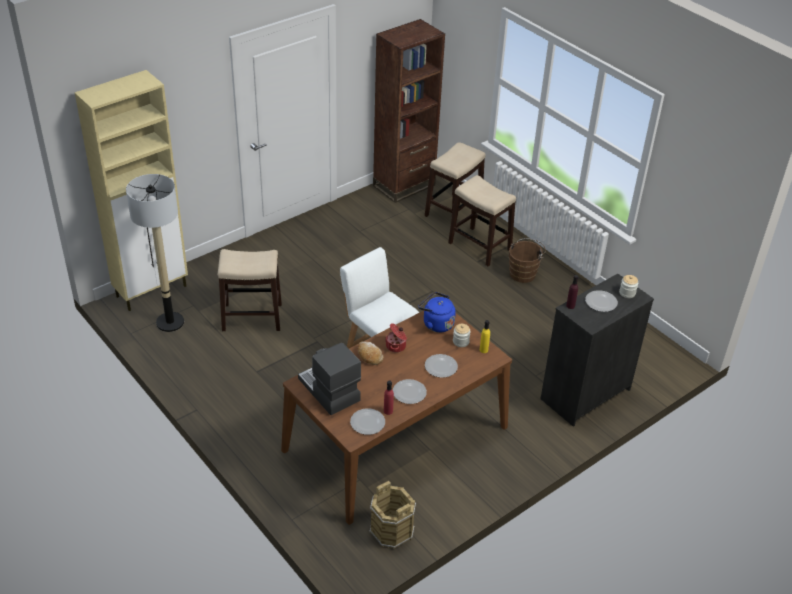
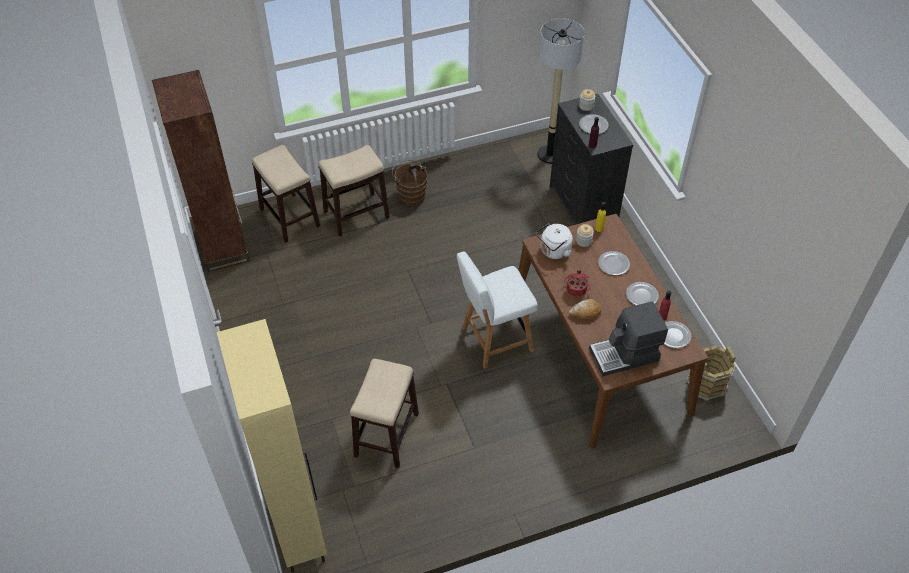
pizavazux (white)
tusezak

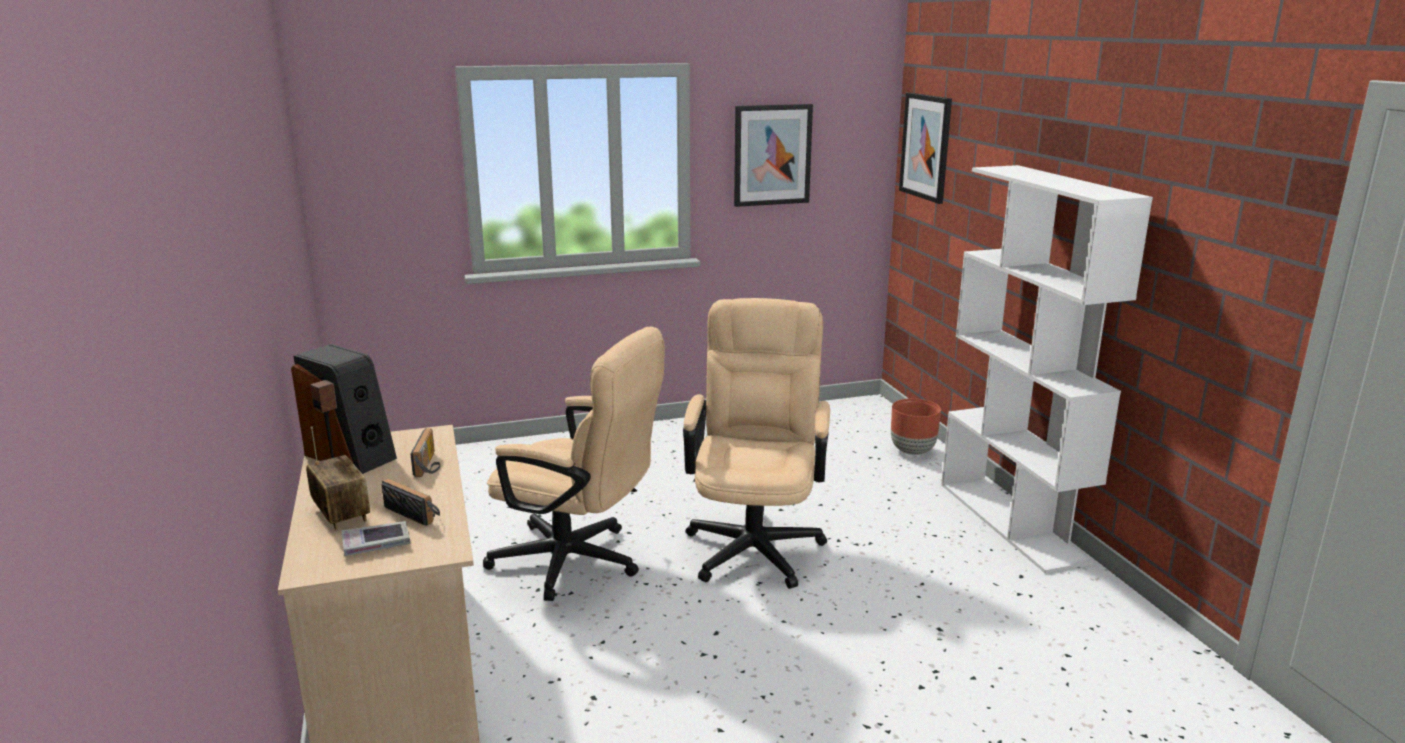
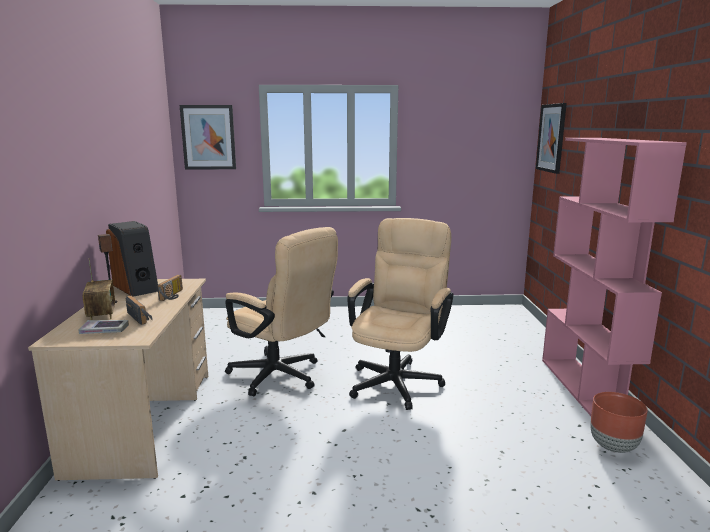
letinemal (no. 1 from left)
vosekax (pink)
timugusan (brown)

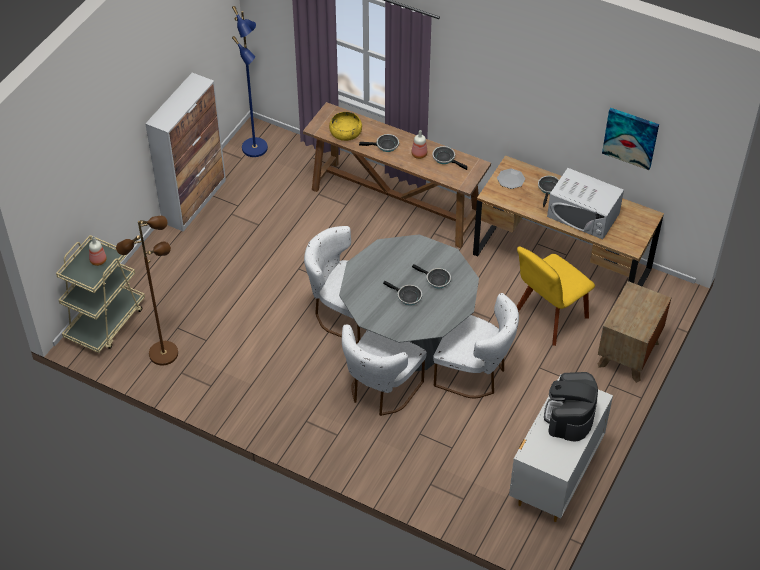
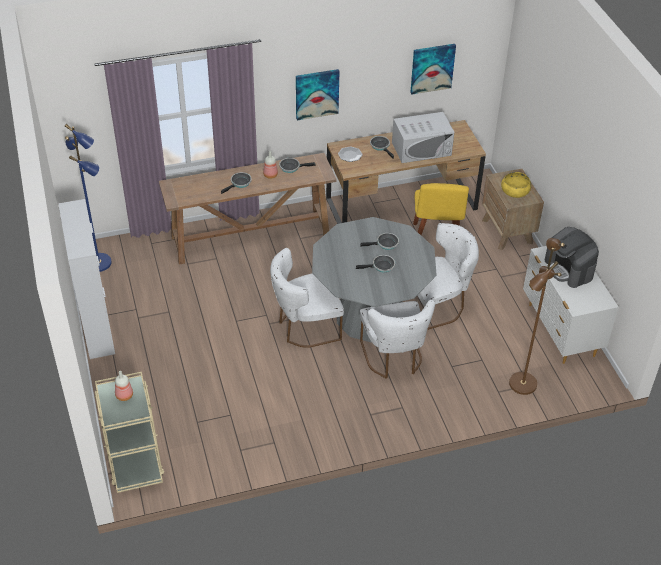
letinemal (no. 1 from left)
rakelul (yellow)
tusezak (brown)

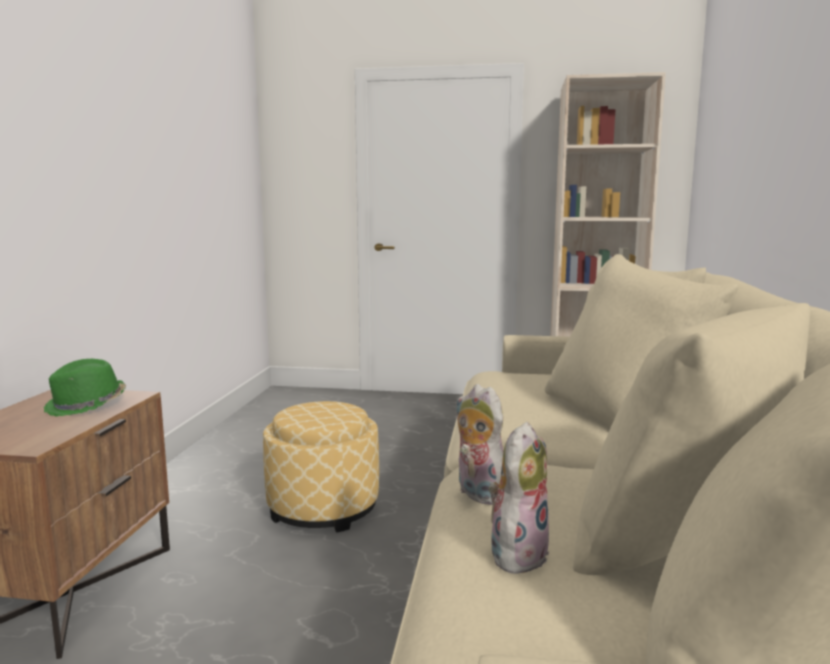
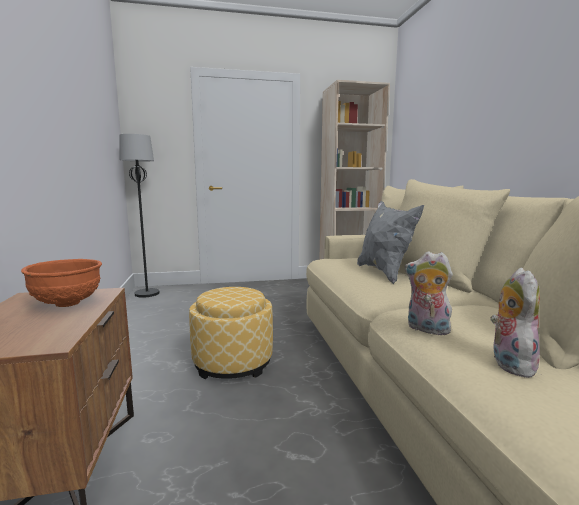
rakelul (orange)
tusezak (black)
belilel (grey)

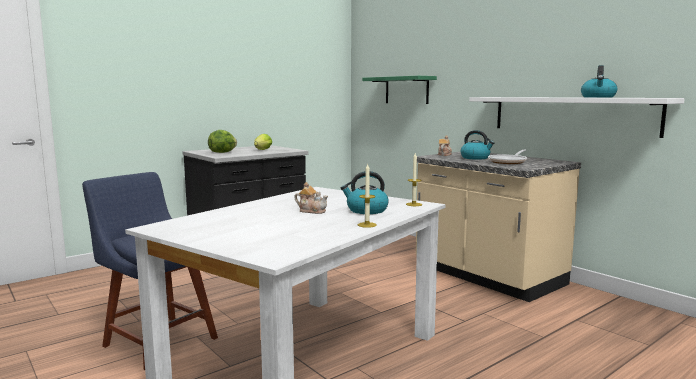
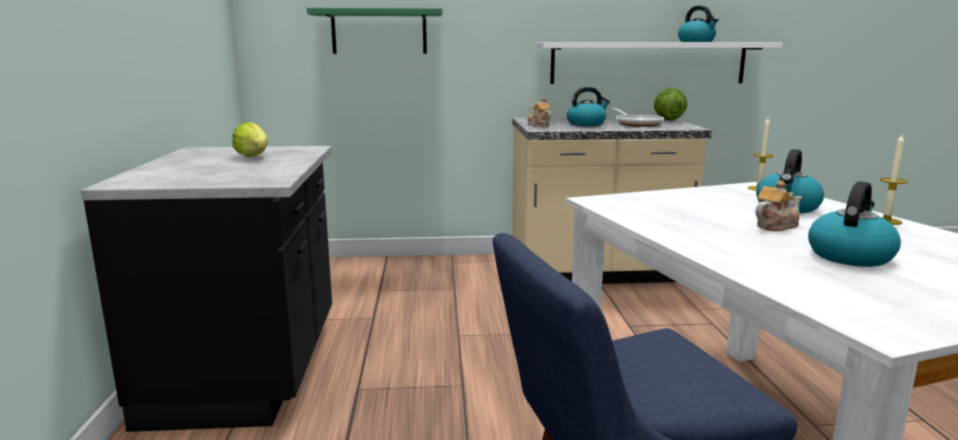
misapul (no. 2 from left)
pizavazux (no. 4 from left)

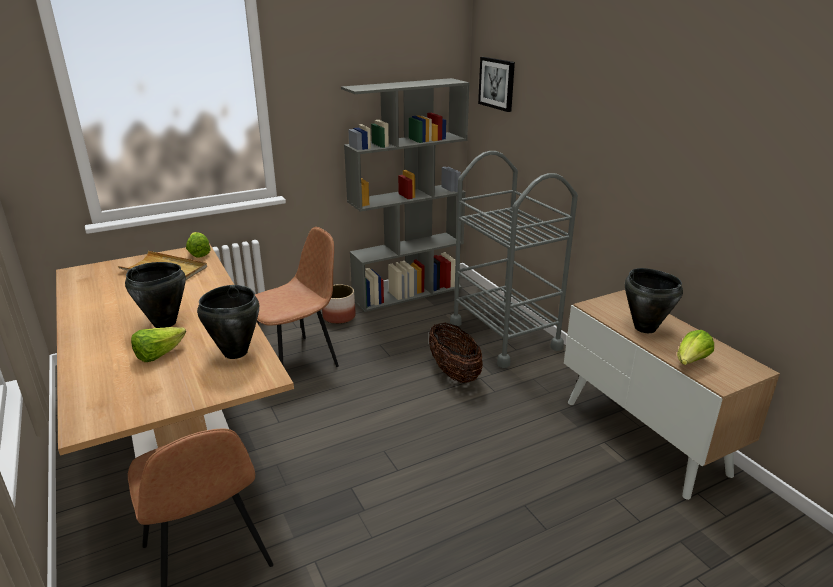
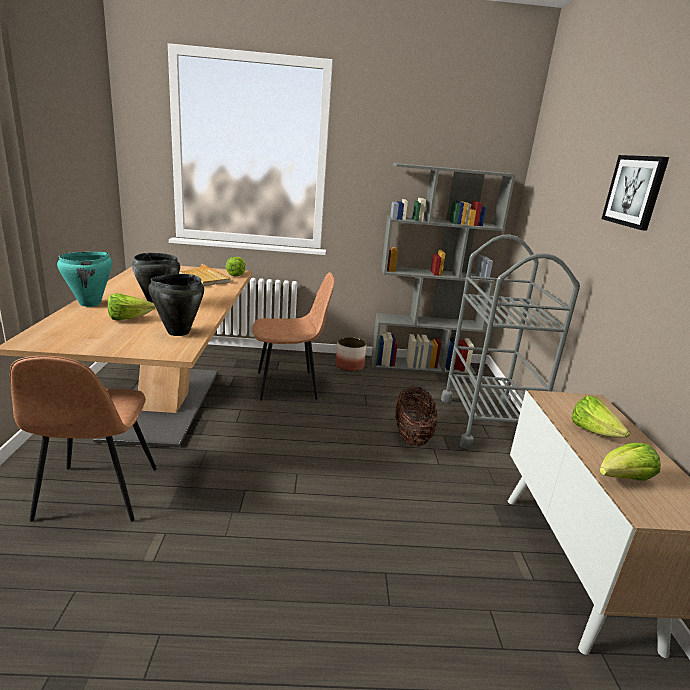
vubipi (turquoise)
misapul (no. 3 from left)
letinemal

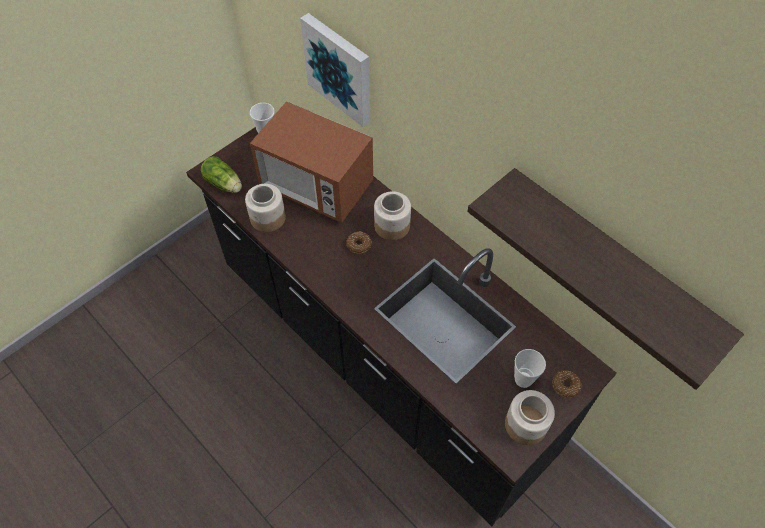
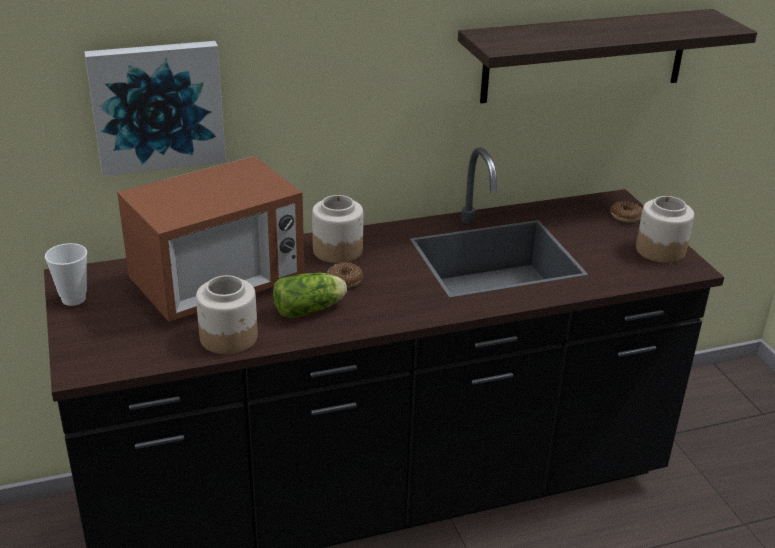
misapul
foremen (no. 2 from left in the first image)

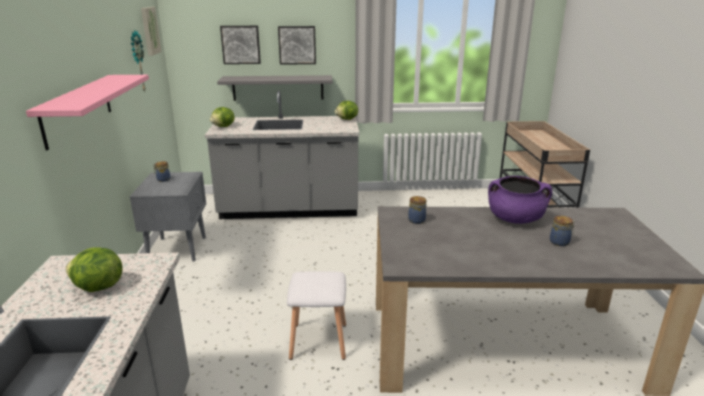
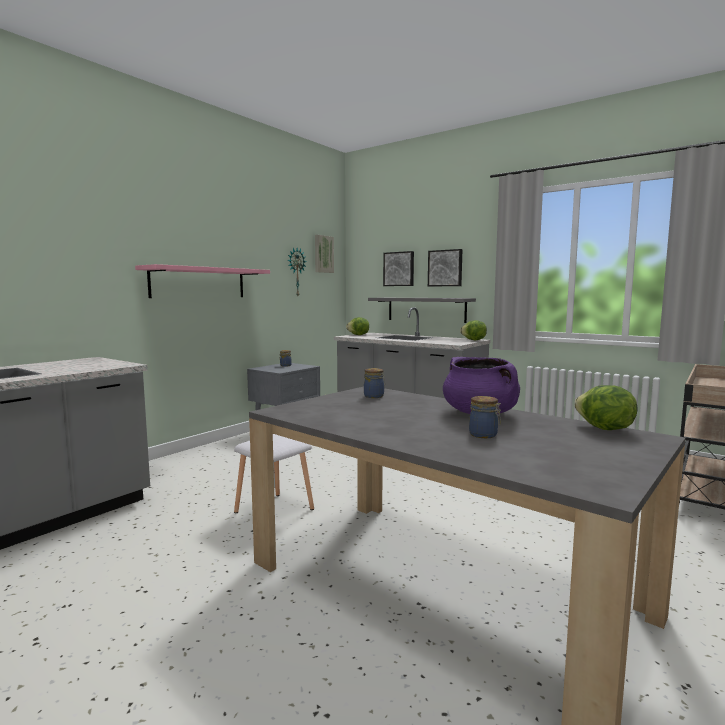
misapul (no. 3 from left)

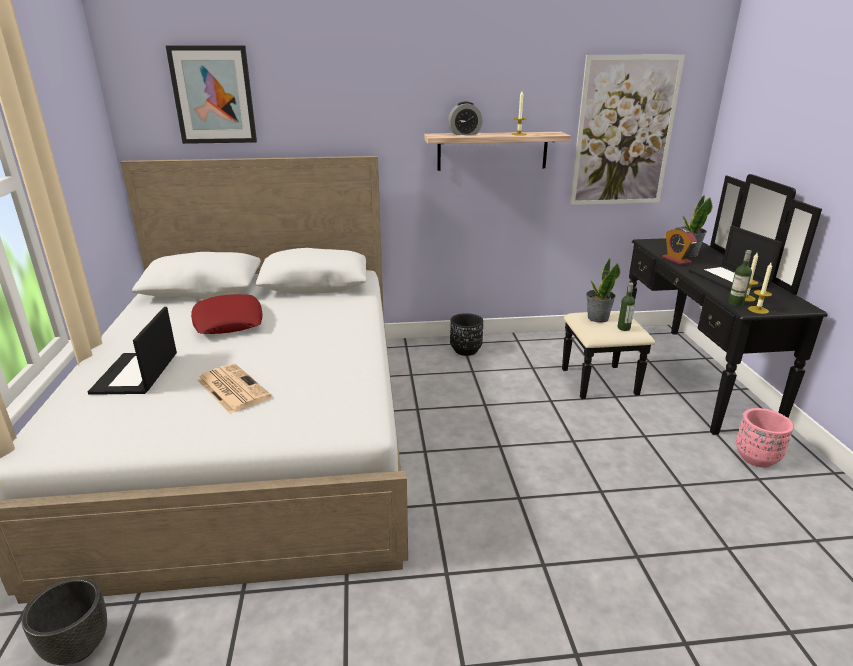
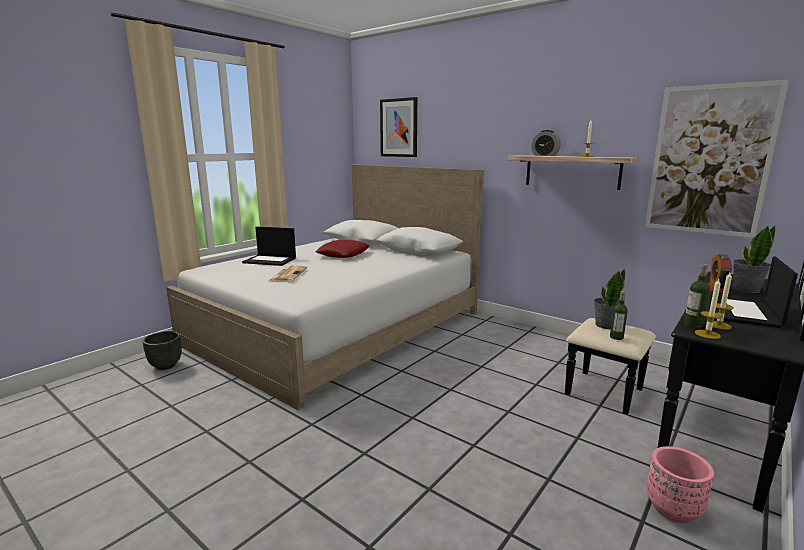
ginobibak (no. 1 from left)
timugusan (black) (no. 2 from left in the first image)

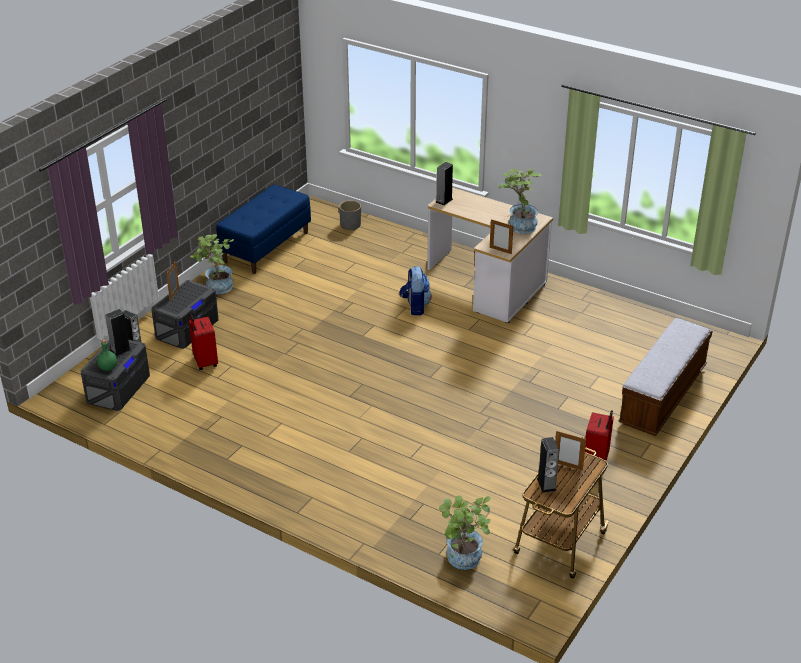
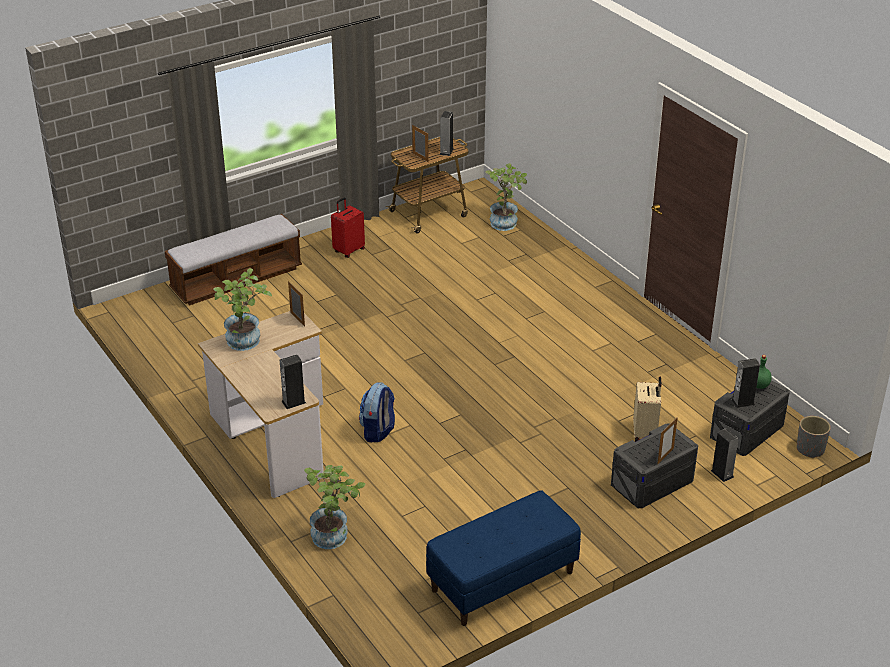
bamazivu (no. 2 from left)
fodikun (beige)
timugusan (grey)

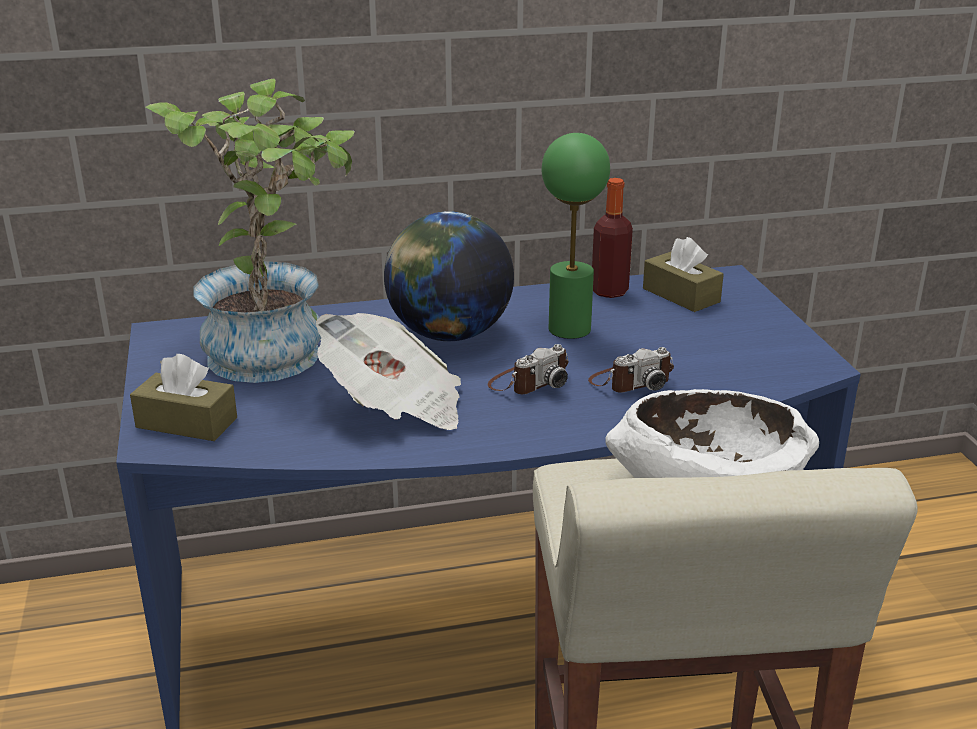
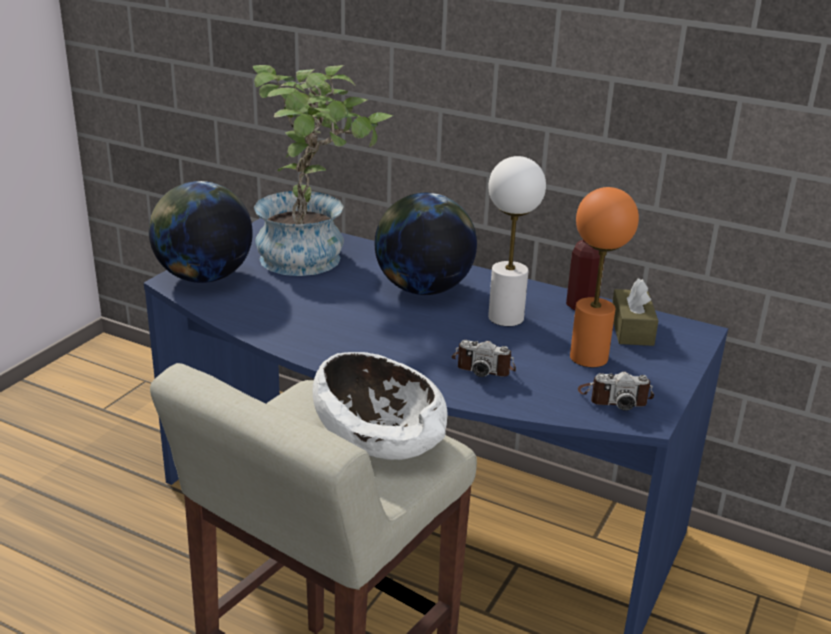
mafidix (no. 1 from left)
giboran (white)
giboran (orange)
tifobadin (no. 2 from left)
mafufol

